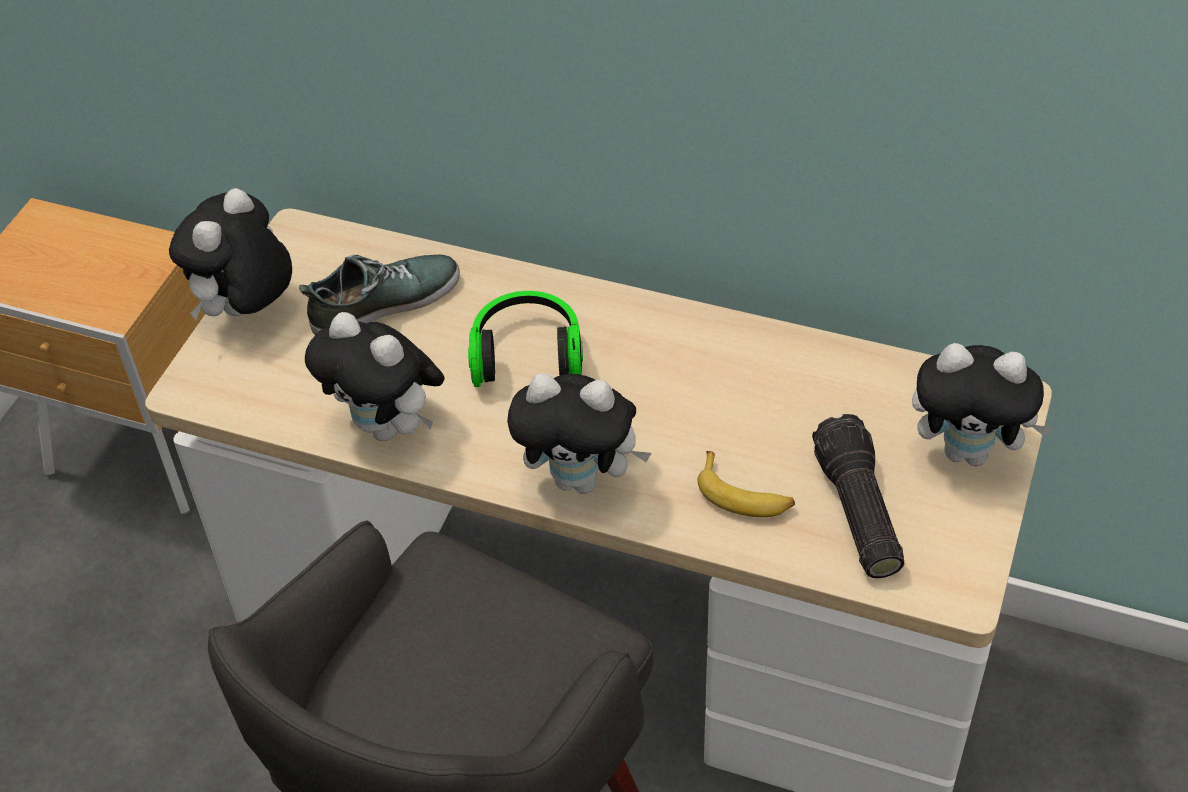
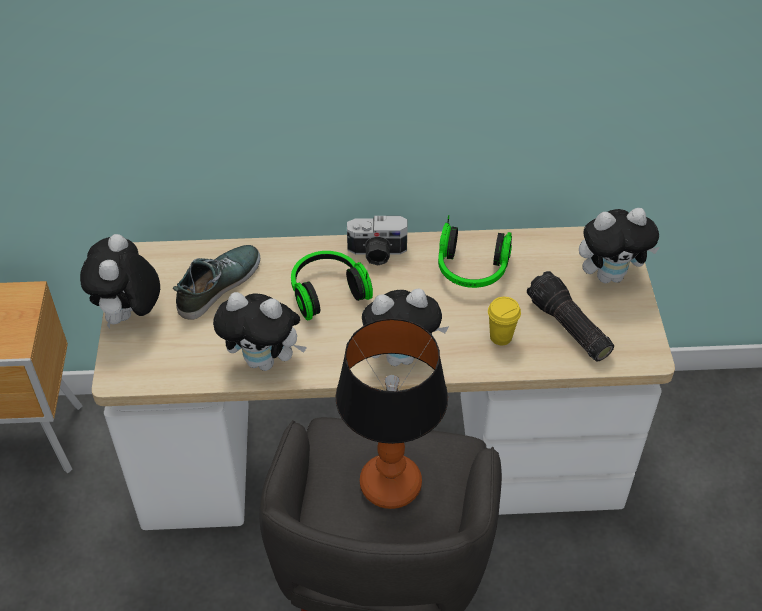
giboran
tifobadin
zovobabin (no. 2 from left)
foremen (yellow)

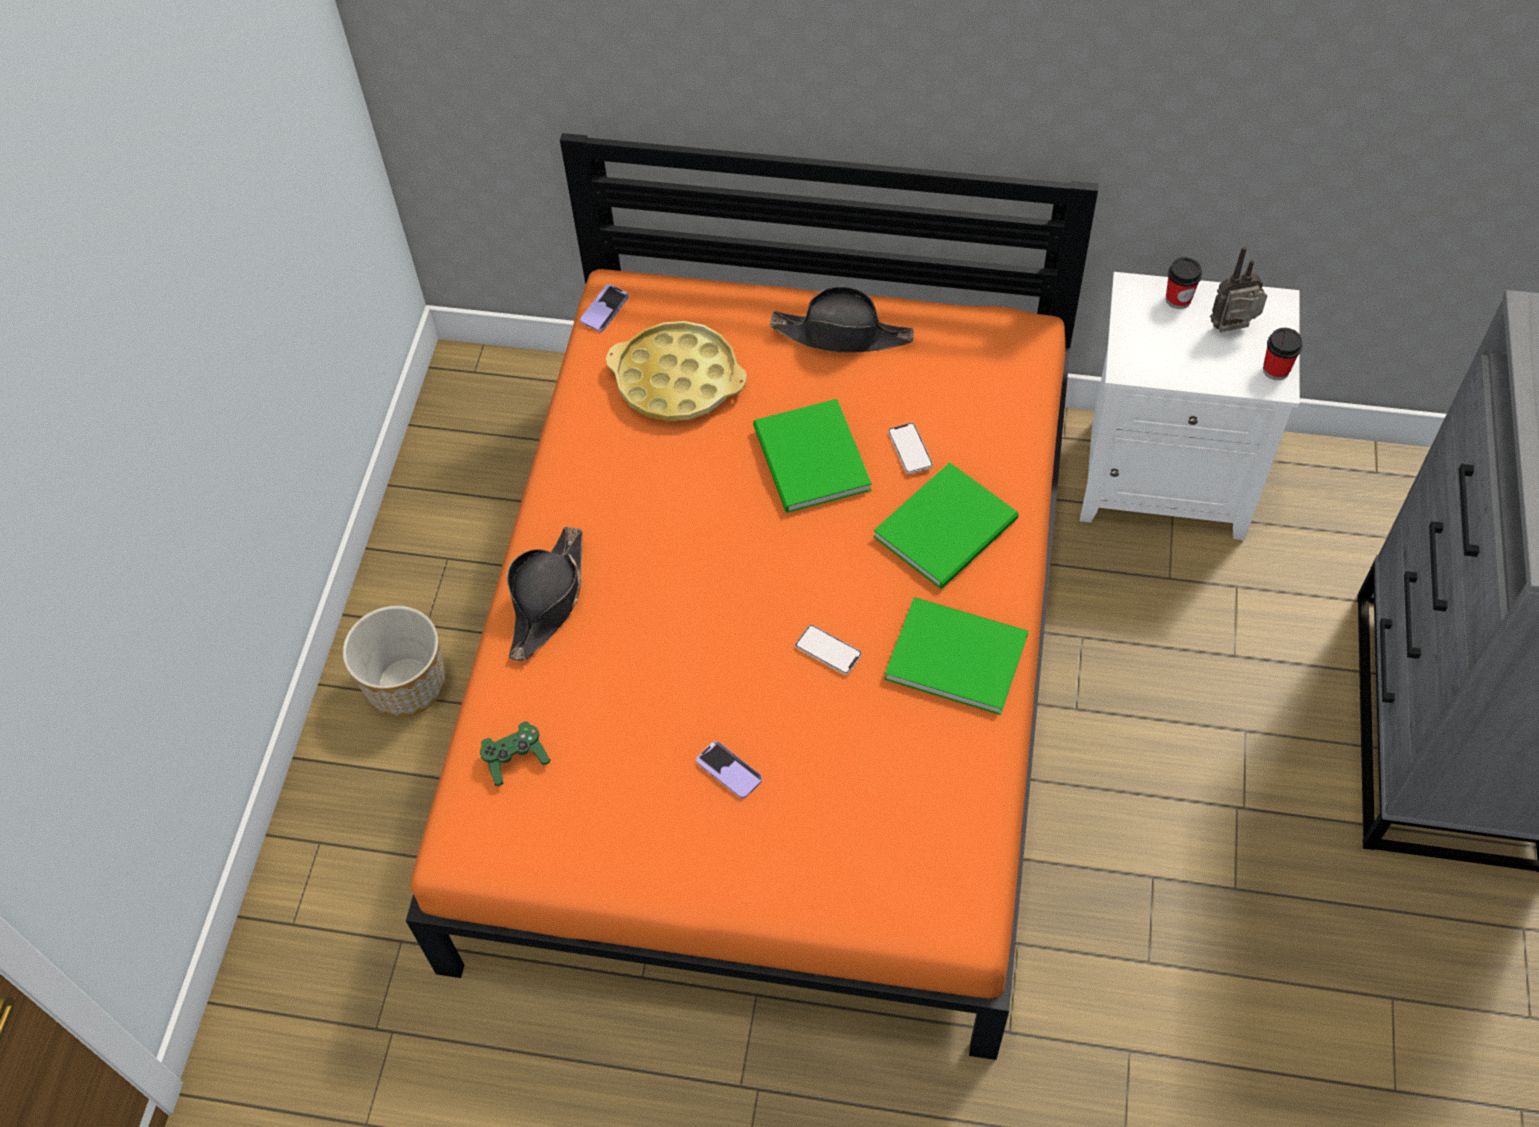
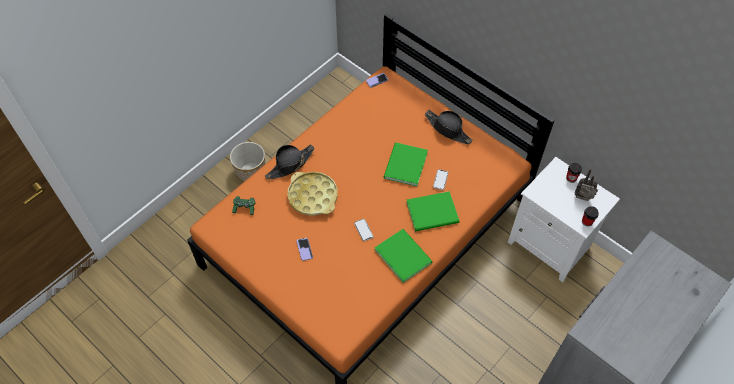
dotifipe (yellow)

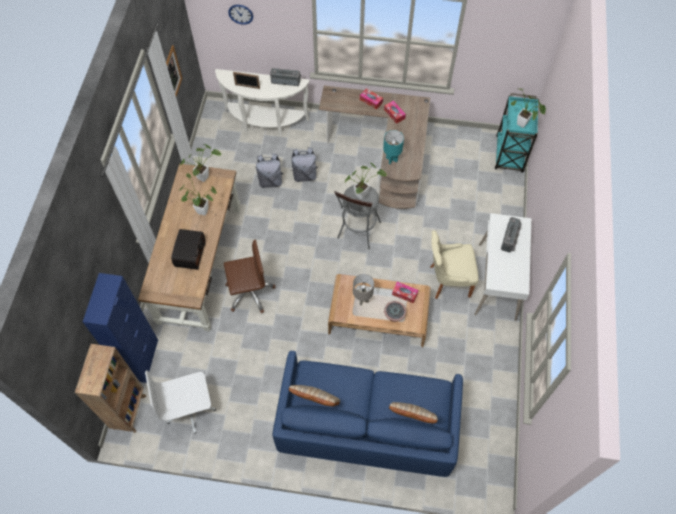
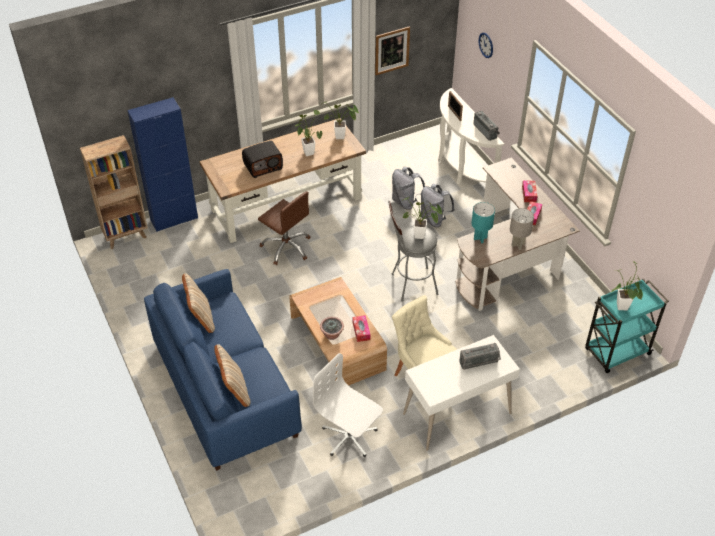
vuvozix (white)
giboran (grey)

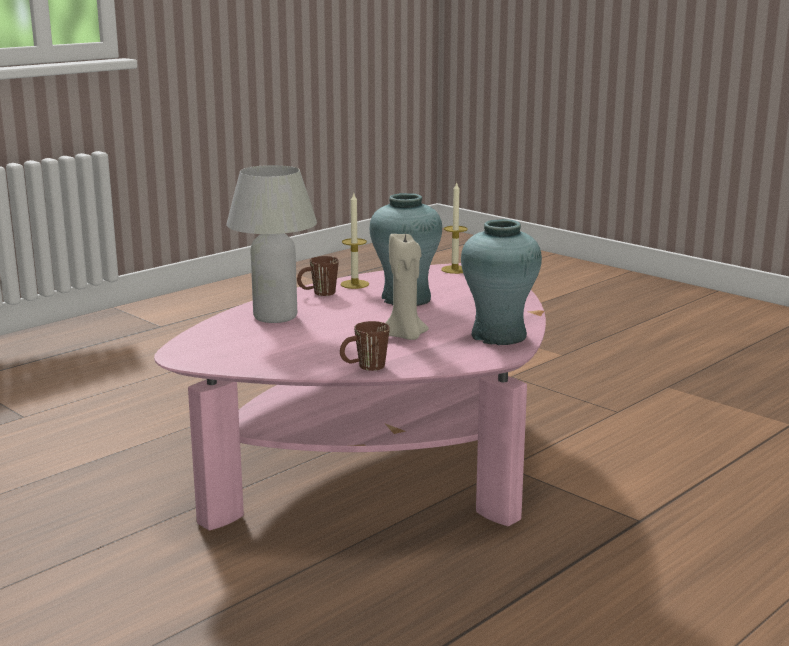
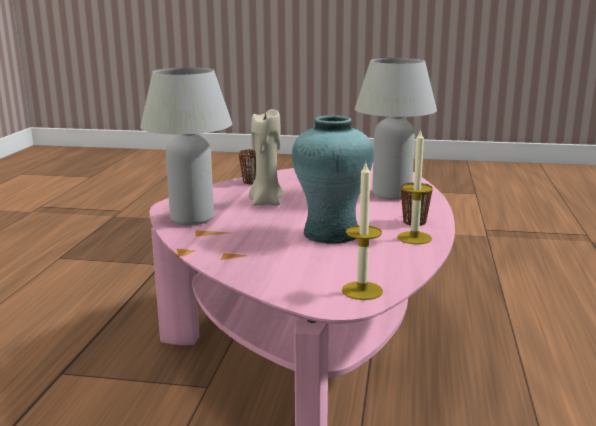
giboran (white) (no. 1 from left)

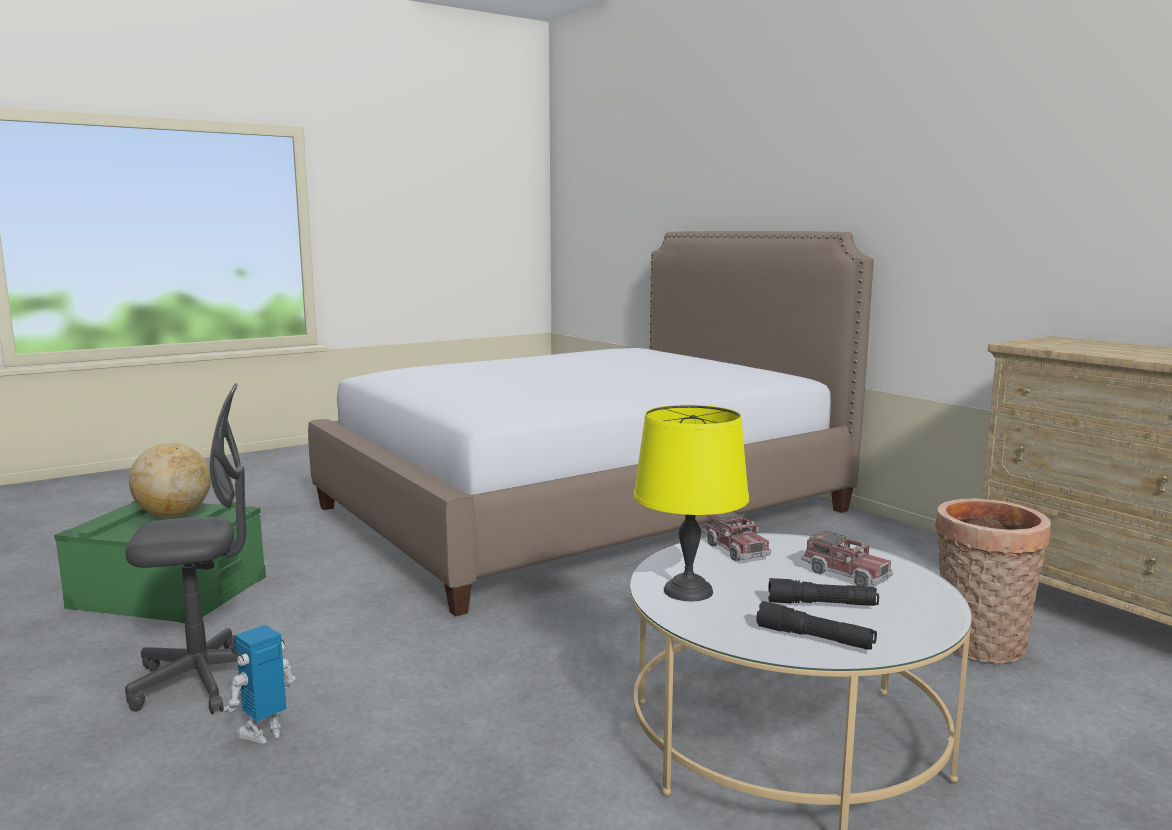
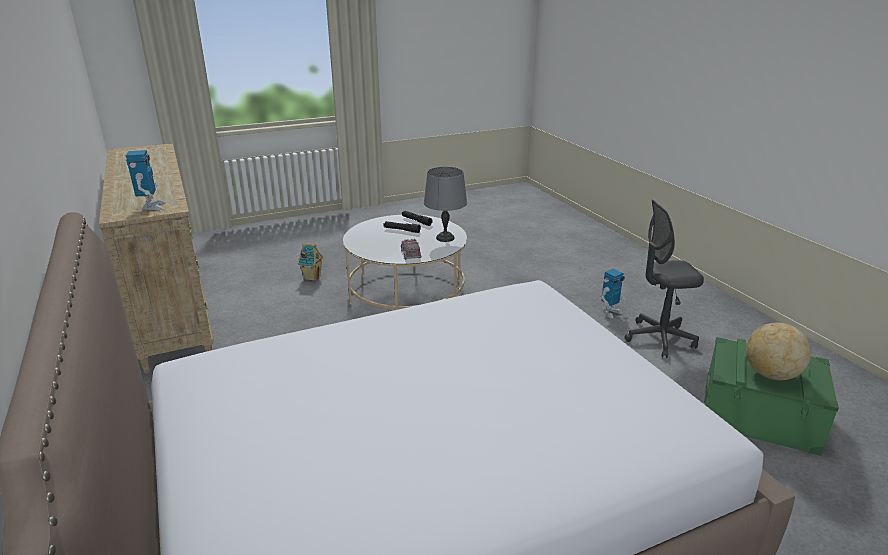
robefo (no. 1 from left)
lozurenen
giboran (grey)
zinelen (no. 2 from left in the first image)
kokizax

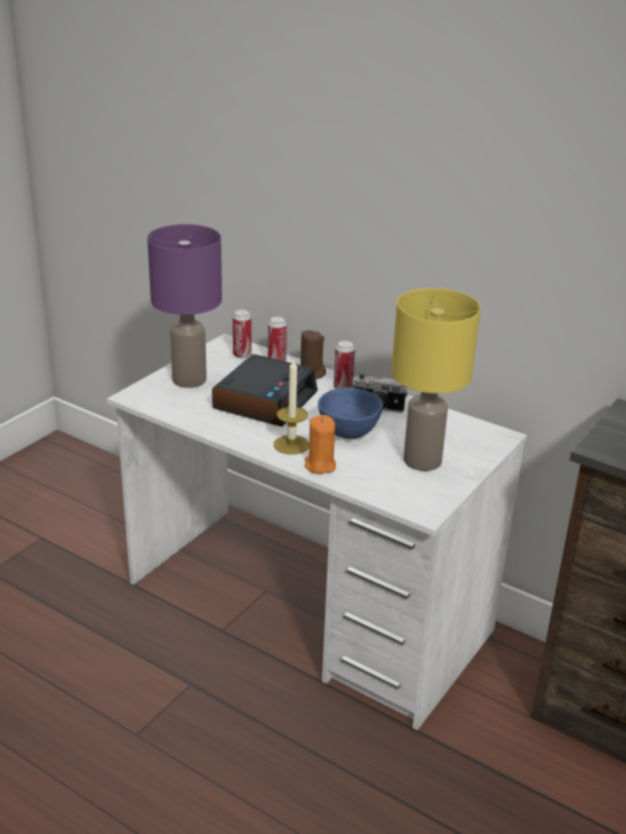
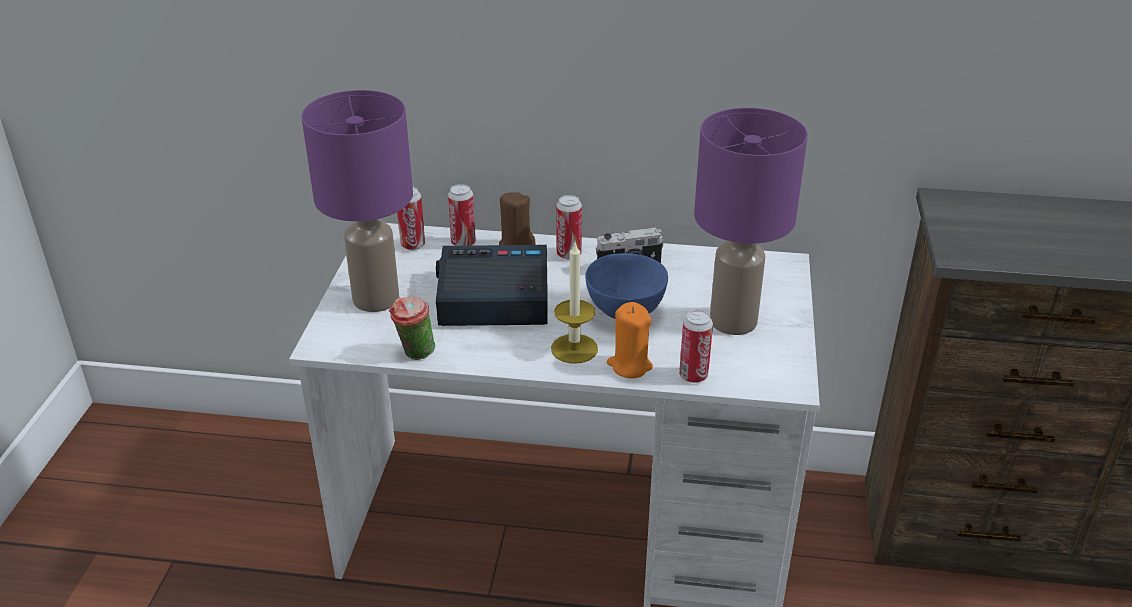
foremen
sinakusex
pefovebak (no. 4 from left)
giboran (purple) (no. 2 from left)

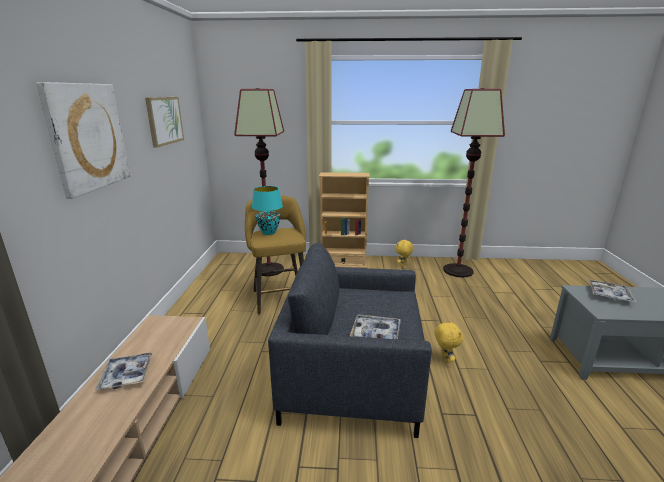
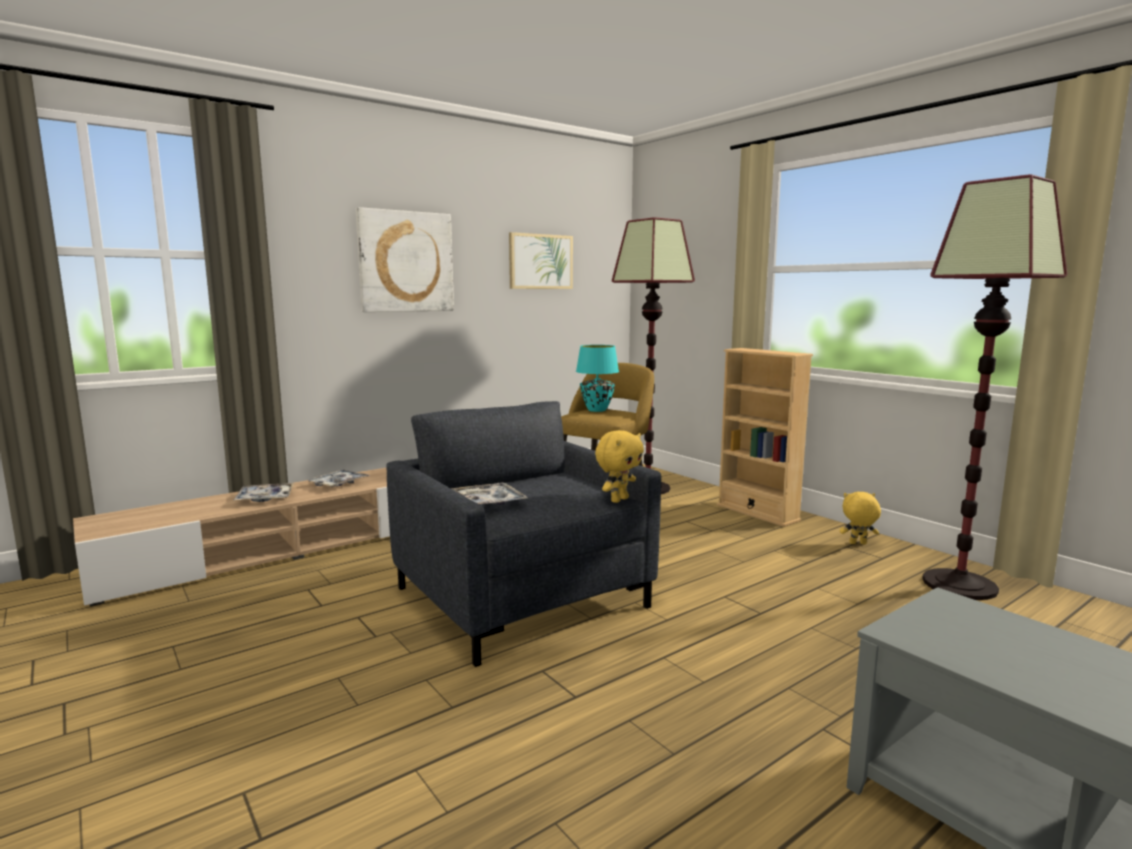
dotifipe (no. 1 from left)
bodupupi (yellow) (no. 1 from left)

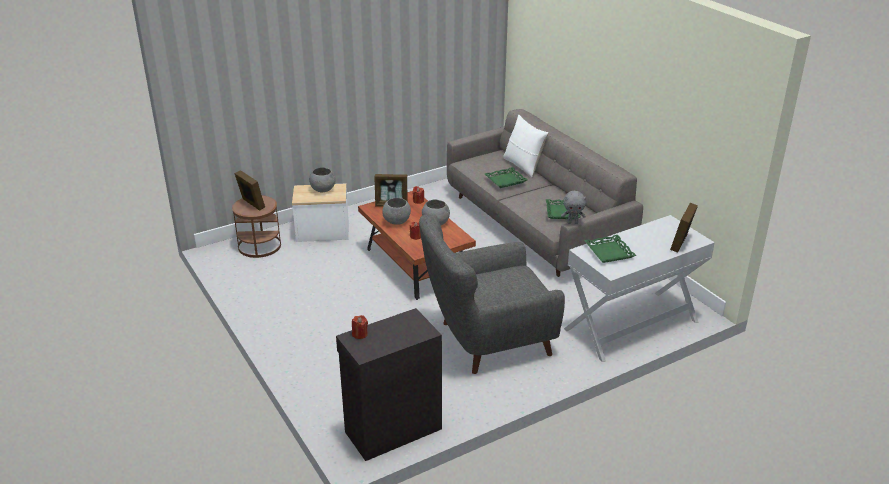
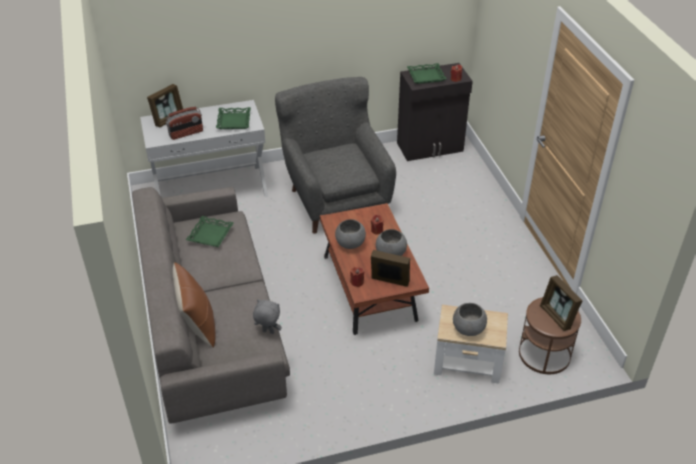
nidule
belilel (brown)
bodupupi (grey)
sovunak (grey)
dotifipe (green) (no. 3 from left)

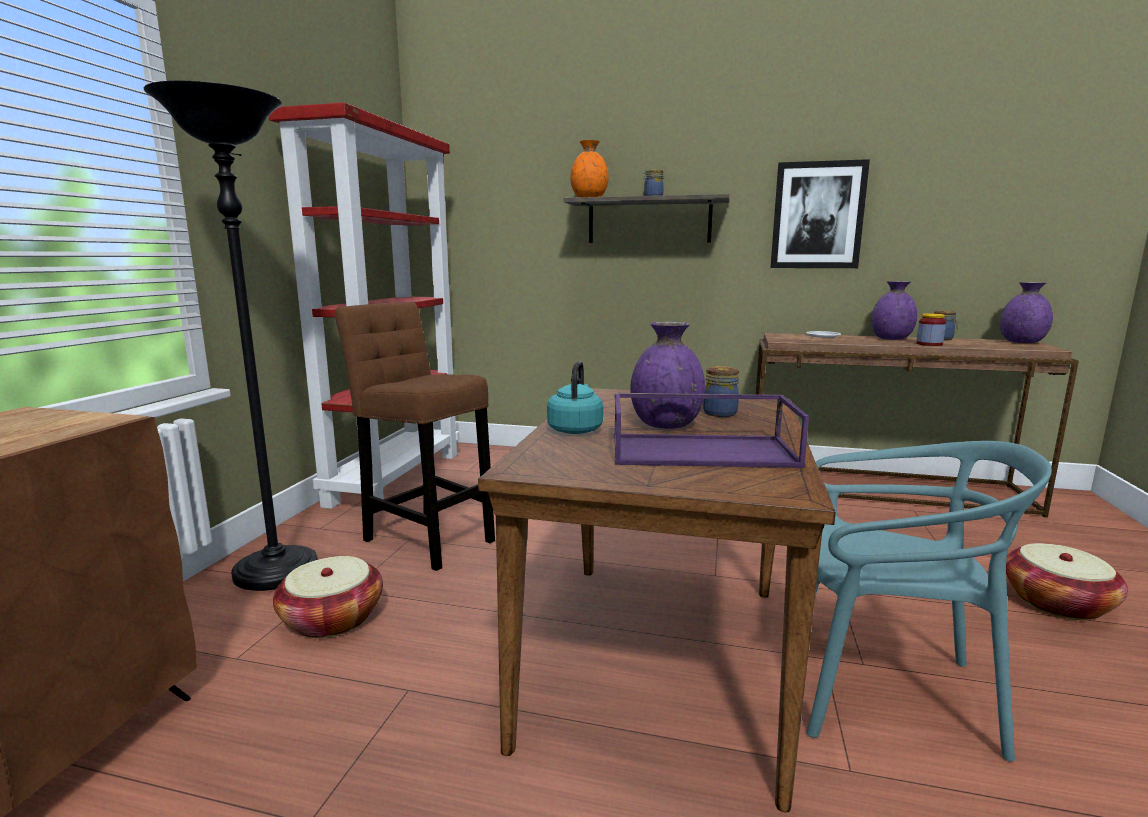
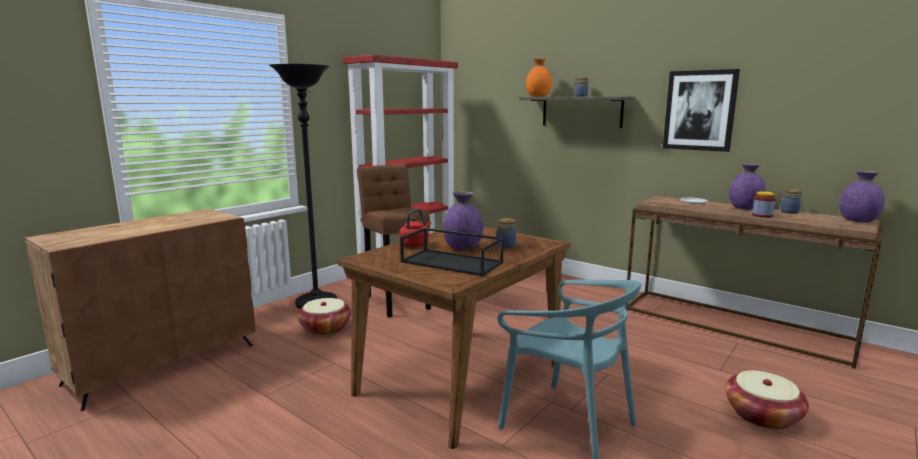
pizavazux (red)
dotifipe (black)

